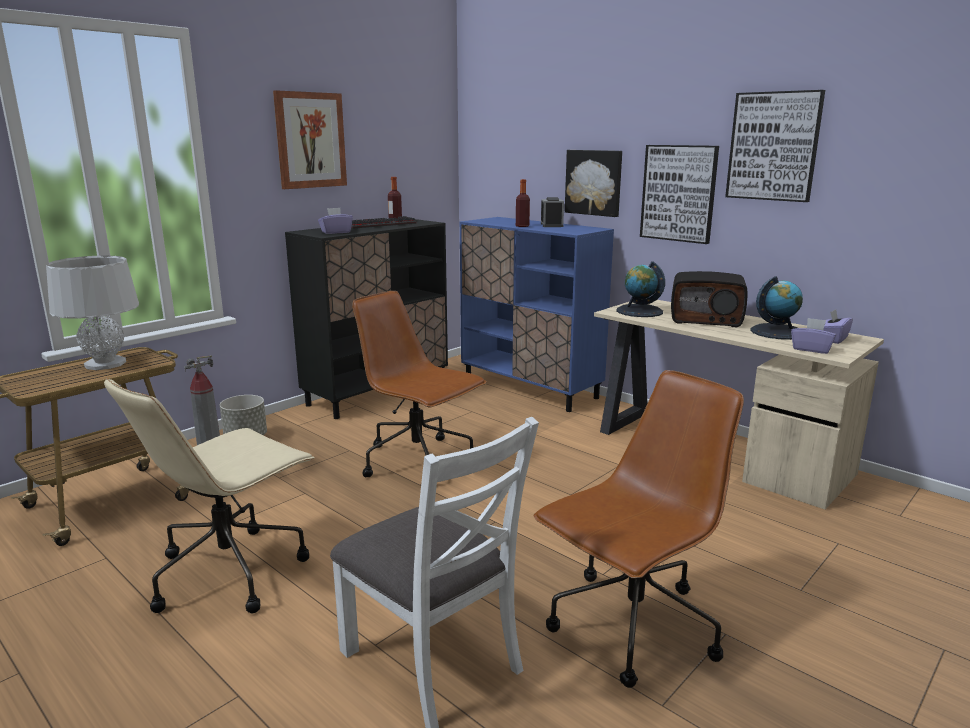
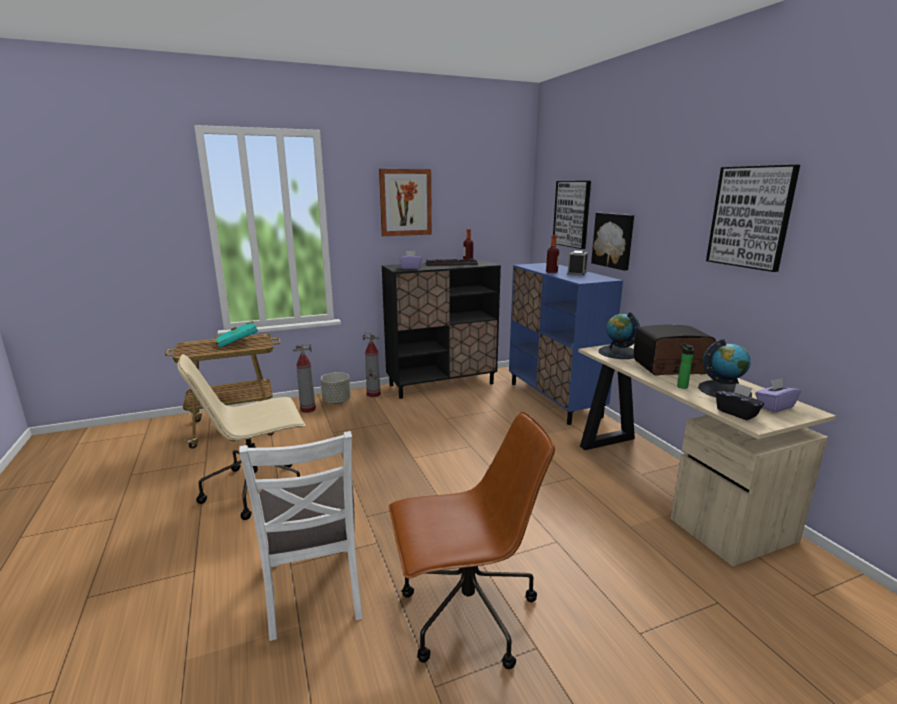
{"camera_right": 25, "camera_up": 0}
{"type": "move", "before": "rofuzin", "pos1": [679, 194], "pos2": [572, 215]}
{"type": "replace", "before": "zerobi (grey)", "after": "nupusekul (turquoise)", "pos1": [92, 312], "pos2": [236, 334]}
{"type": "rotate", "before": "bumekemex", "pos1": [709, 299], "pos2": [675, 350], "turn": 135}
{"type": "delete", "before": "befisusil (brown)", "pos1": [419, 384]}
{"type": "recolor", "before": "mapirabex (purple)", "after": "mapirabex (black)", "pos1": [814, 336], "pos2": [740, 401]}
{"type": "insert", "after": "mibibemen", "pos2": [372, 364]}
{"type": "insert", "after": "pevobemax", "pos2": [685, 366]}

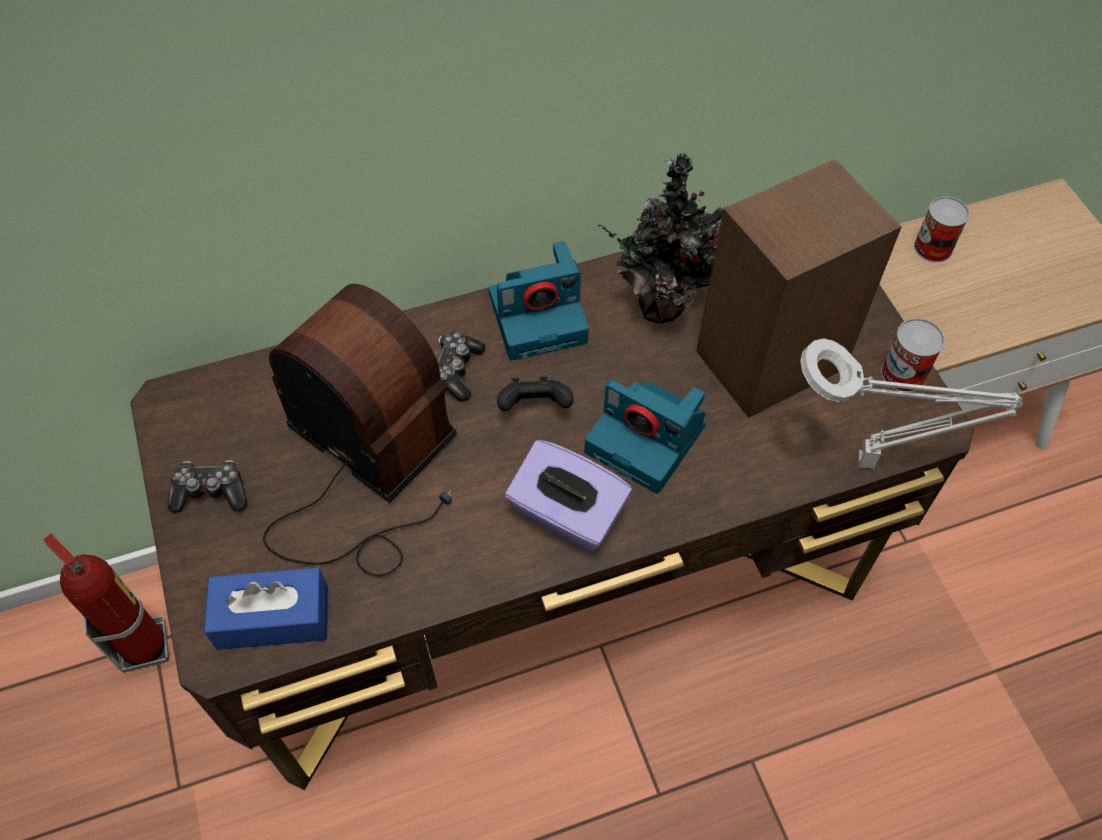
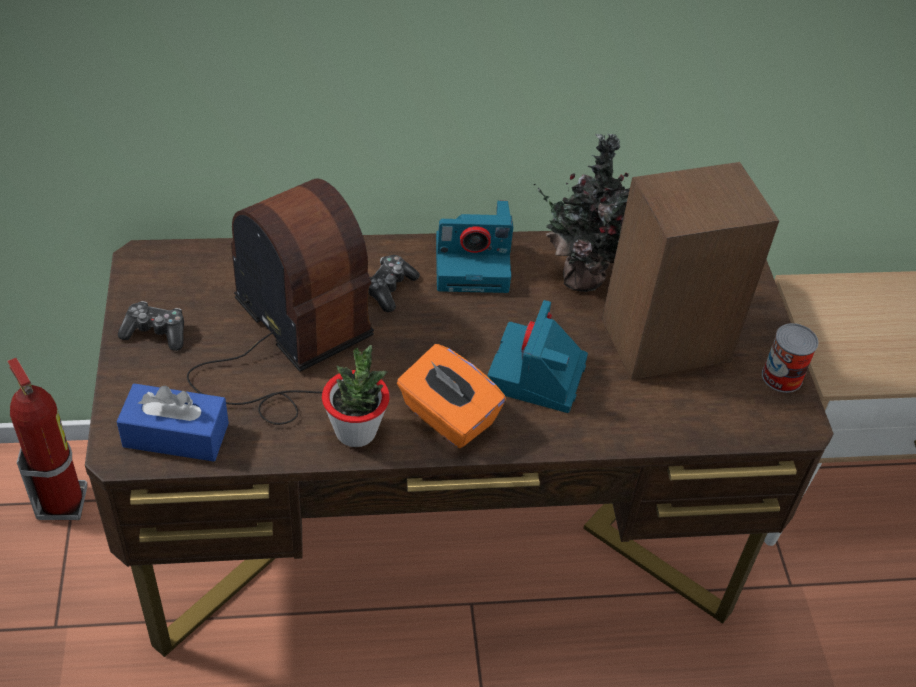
{"camera_right": 10, "camera_up": -10}
{"type": "delete", "before": "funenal", "pos1": [942, 229]}
{"type": "delete", "before": "zerobi (grey)", "pos1": [911, 403]}
{"type": "delete", "before": "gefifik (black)", "pos1": [535, 394]}
{"type": "rotate", "before": "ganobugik", "pos1": [645, 437], "pos2": [538, 356], "turn": 60}
{"type": "recolor", "before": "mapirabex (purple)", "after": "mapirabex (orange)", "pos1": [568, 496], "pos2": [451, 396]}
{"type": "insert", "after": "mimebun", "pos2": [355, 396]}

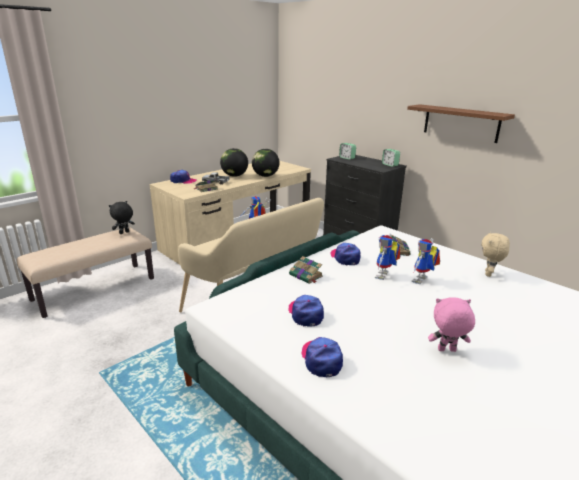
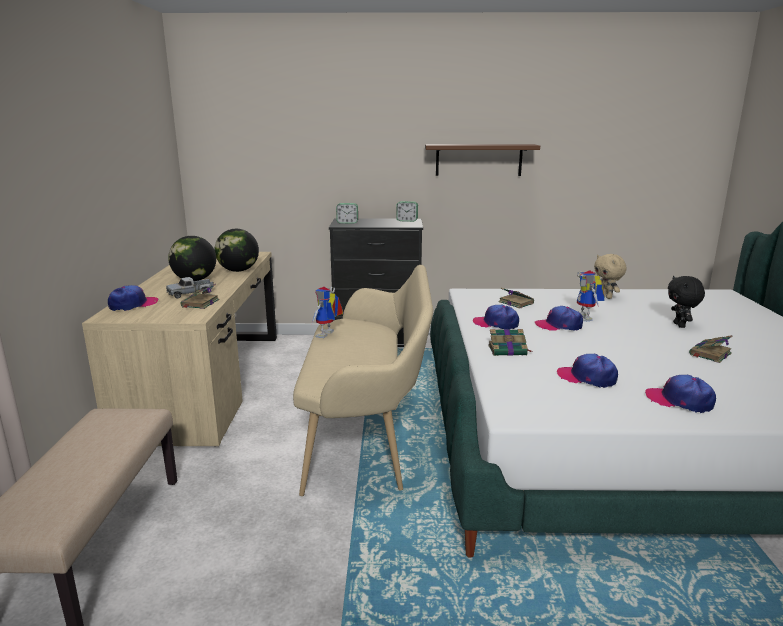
{"camera_right": -45, "camera_up": -5}
{"type": "move", "before": "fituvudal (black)", "pos1": [122, 217], "pos2": [686, 302]}
{"type": "replace", "before": "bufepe", "after": "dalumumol", "pos1": [387, 257], "pos2": [559, 318]}
{"type": "replace", "before": "fituvudal (pink)", "after": "nupusekul", "pos1": [451, 324], "pos2": [710, 349]}

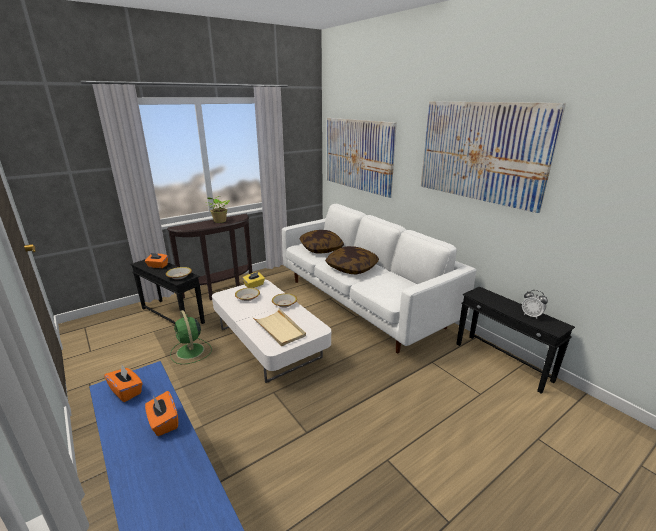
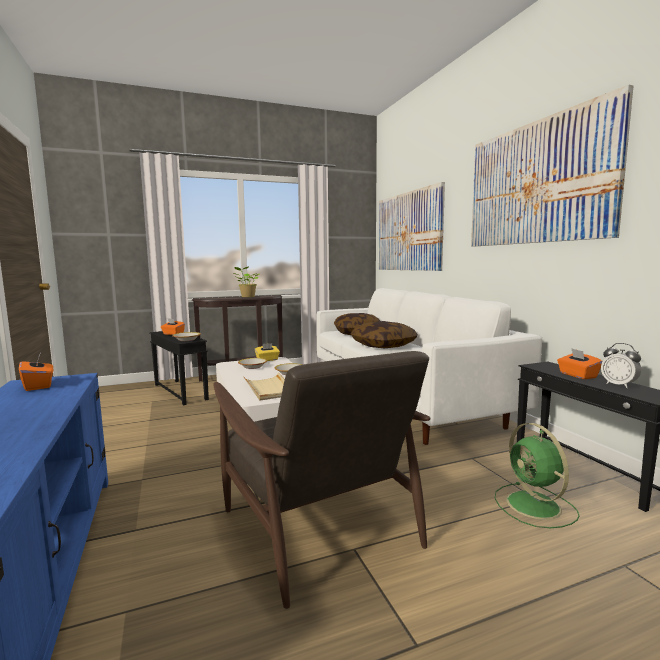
{"camera_right": 15, "camera_up": -15}
{"type": "move", "before": "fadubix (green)", "pos1": [191, 337], "pos2": [537, 475]}
{"type": "move", "before": "mapirabex (orange)", "pos1": [161, 413], "pos2": [580, 363]}
{"type": "insert", "after": "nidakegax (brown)", "pos2": [322, 480]}

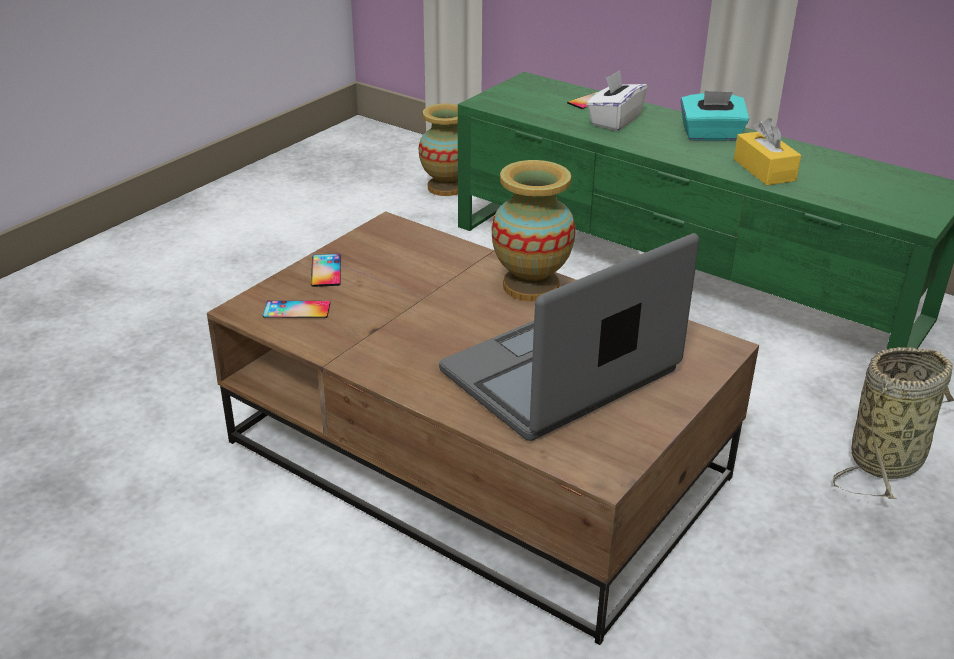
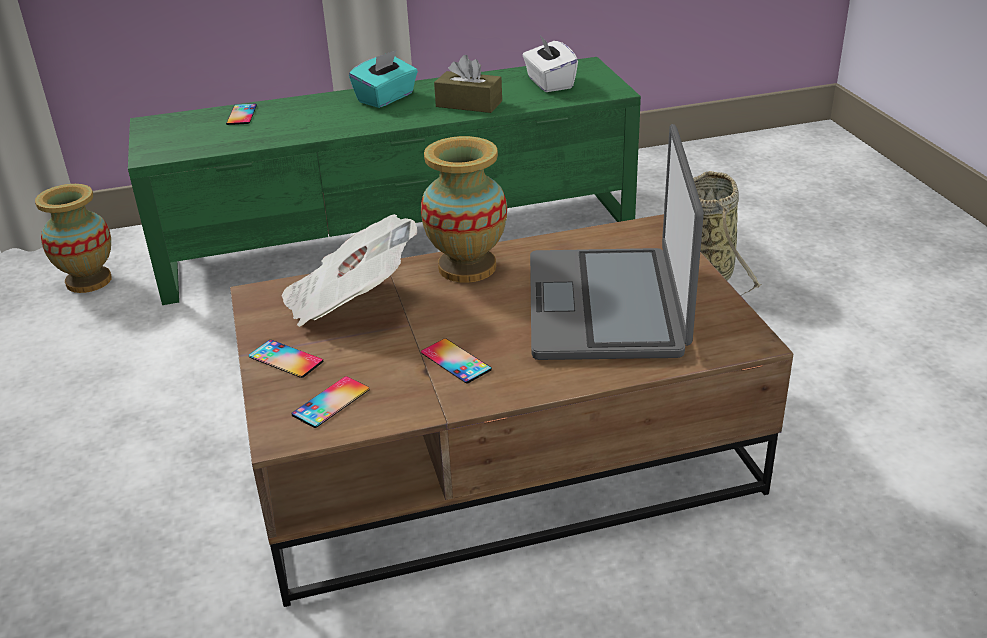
{"camera_right": -50, "camera_up": 0}
{"type": "move", "before": "mapirabex (white)", "pos1": [616, 100], "pos2": [550, 63]}
{"type": "recolor", "before": "mapirabex (yellow)", "after": "mapirabex (brown)", "pos1": [767, 152], "pos2": [468, 84]}
{"type": "insert", "after": "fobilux", "pos2": [349, 270]}
{"type": "insert", "after": "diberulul", "pos2": [456, 360]}

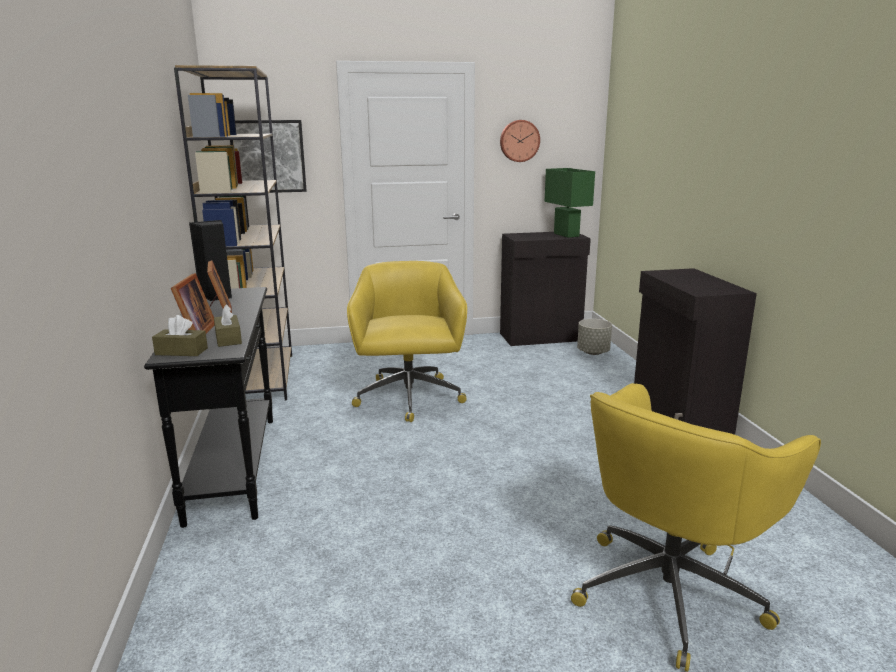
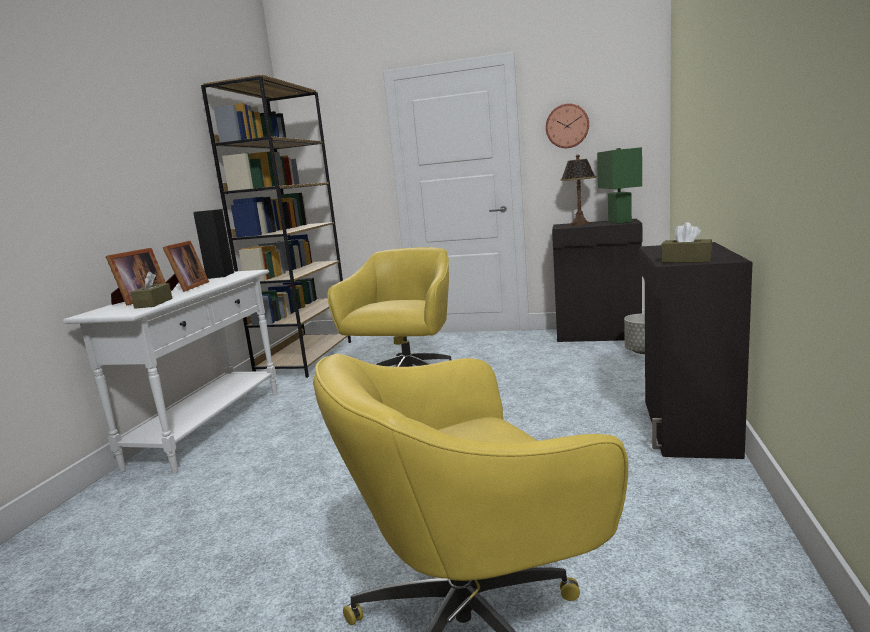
{"camera_right": 25, "camera_up": -5}
{"type": "delete", "before": "rofuzin", "pos1": [268, 156]}
{"type": "recolor", "before": "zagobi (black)", "after": "zagobi (white)", "pos1": [208, 407], "pos2": [170, 372]}
{"type": "move", "before": "mapirabex (brown)", "pos1": [180, 335], "pos2": [686, 242]}
{"type": "insert", "after": "zerobi", "pos2": [578, 190]}

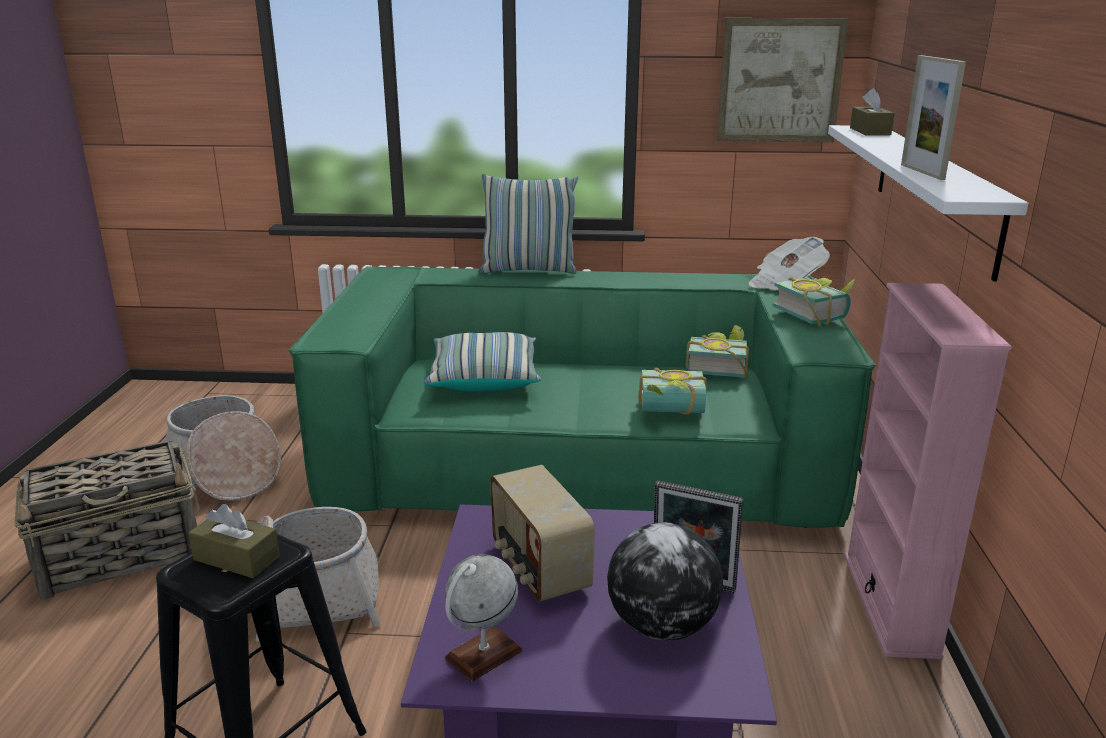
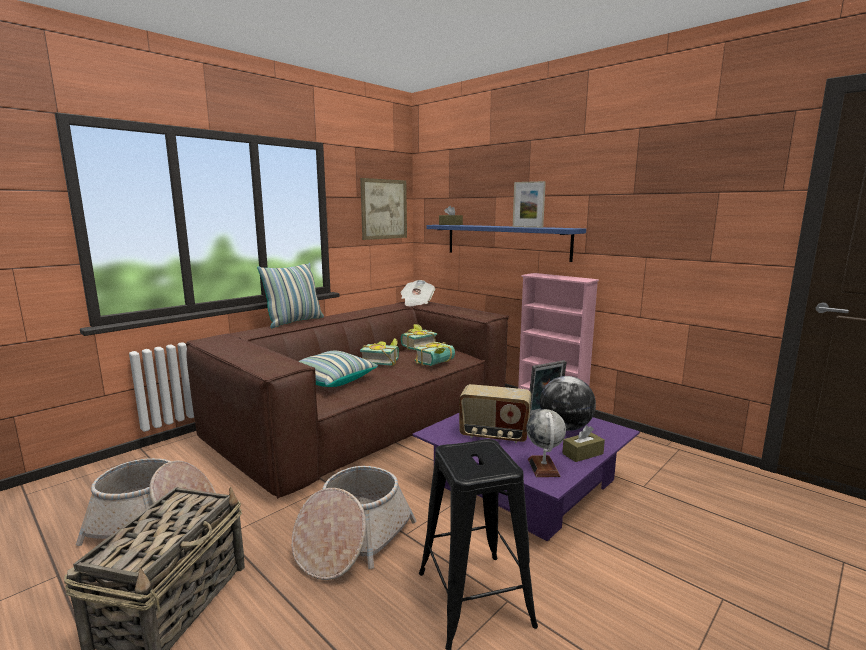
{"camera_right": -50, "camera_up": -10}
{"type": "recolor", "before": "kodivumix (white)", "after": "kodivumix (blue)", "pos1": [928, 203], "pos2": [506, 243]}
{"type": "recolor", "before": "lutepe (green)", "after": "lutepe (brown)", "pos1": [582, 397], "pos2": [347, 400]}
{"type": "move", "before": "nupusekul", "pos1": [814, 301], "pos2": [379, 352]}
{"type": "move", "before": "mapirabex (brown)", "pos1": [234, 541], "pos2": [583, 443]}

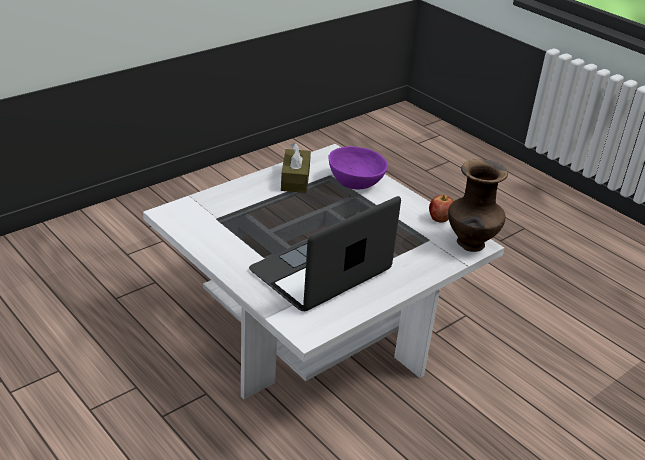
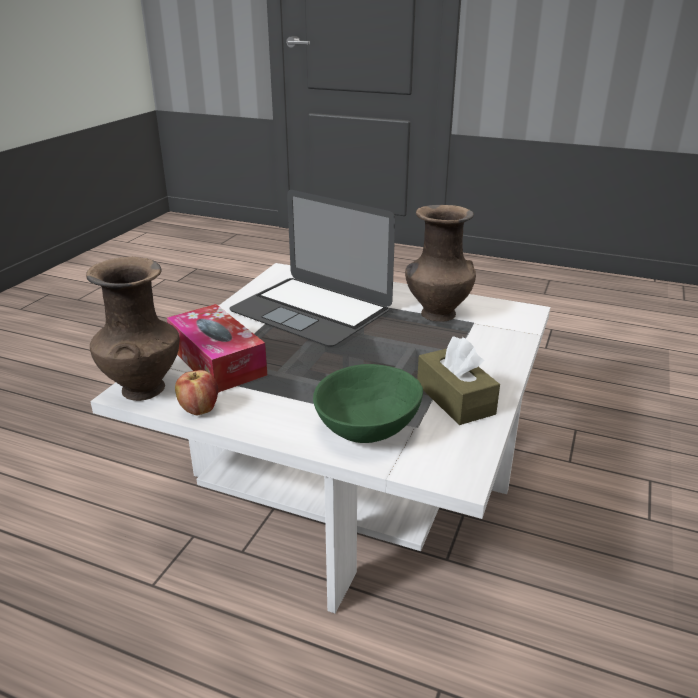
{"camera_right": 155, "camera_up": -5}
{"type": "recolor", "before": "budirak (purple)", "after": "budirak (green)", "pos1": [358, 167], "pos2": [368, 403]}
{"type": "rotate", "before": "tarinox", "pos1": [325, 253], "pos2": [312, 268], "turn": 105}
{"type": "insert", "after": "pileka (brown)", "pos2": [440, 263]}
{"type": "insert", "after": "mapirabex", "pos2": [217, 348]}

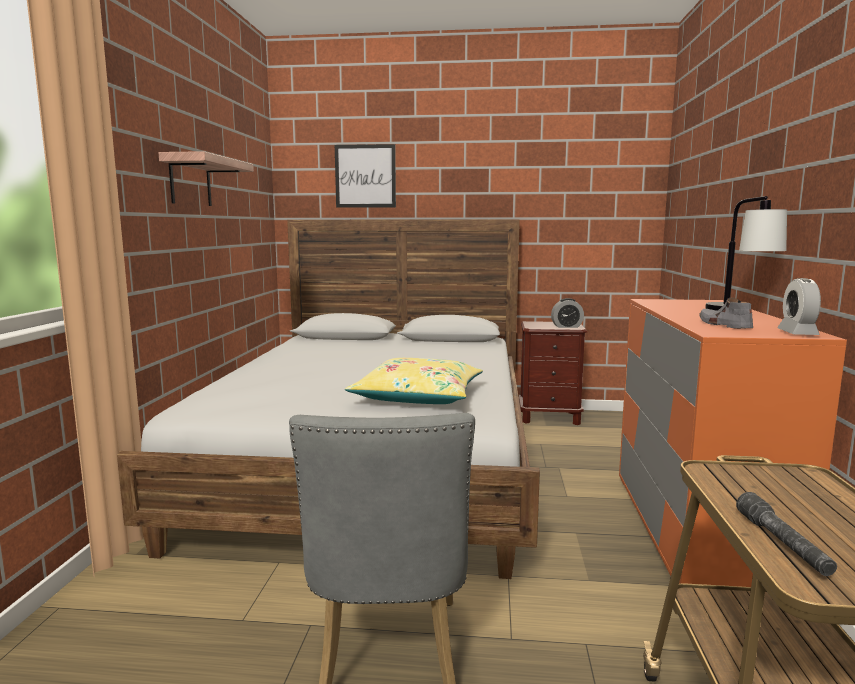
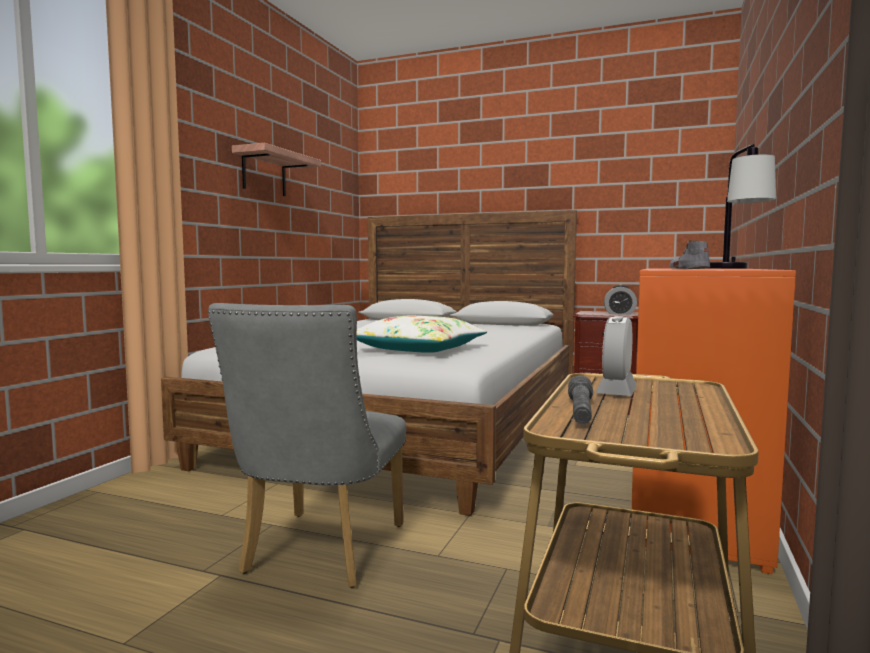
{"camera_right": 15, "camera_up": -5}
{"type": "delete", "before": "rofuzin", "pos1": [365, 176]}
{"type": "move", "before": "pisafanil", "pos1": [799, 306], "pos2": [616, 356]}
{"type": "recolor", "before": "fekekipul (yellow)", "after": "fekekipul (white)", "pos1": [414, 381], "pos2": [422, 334]}

